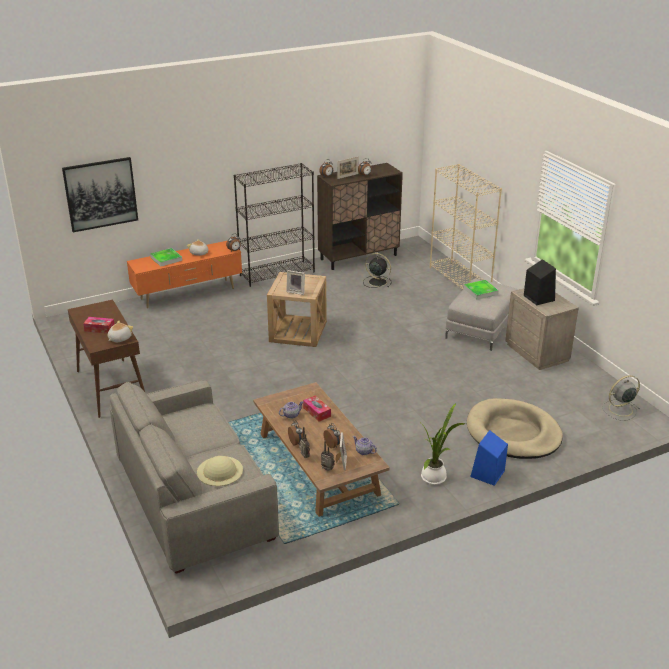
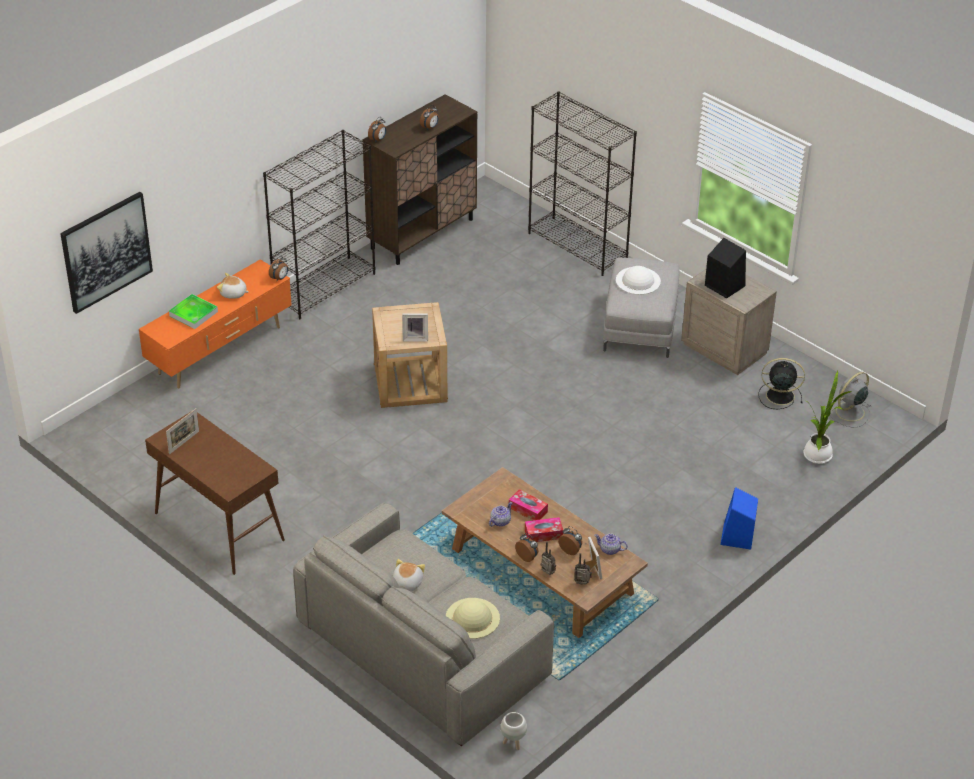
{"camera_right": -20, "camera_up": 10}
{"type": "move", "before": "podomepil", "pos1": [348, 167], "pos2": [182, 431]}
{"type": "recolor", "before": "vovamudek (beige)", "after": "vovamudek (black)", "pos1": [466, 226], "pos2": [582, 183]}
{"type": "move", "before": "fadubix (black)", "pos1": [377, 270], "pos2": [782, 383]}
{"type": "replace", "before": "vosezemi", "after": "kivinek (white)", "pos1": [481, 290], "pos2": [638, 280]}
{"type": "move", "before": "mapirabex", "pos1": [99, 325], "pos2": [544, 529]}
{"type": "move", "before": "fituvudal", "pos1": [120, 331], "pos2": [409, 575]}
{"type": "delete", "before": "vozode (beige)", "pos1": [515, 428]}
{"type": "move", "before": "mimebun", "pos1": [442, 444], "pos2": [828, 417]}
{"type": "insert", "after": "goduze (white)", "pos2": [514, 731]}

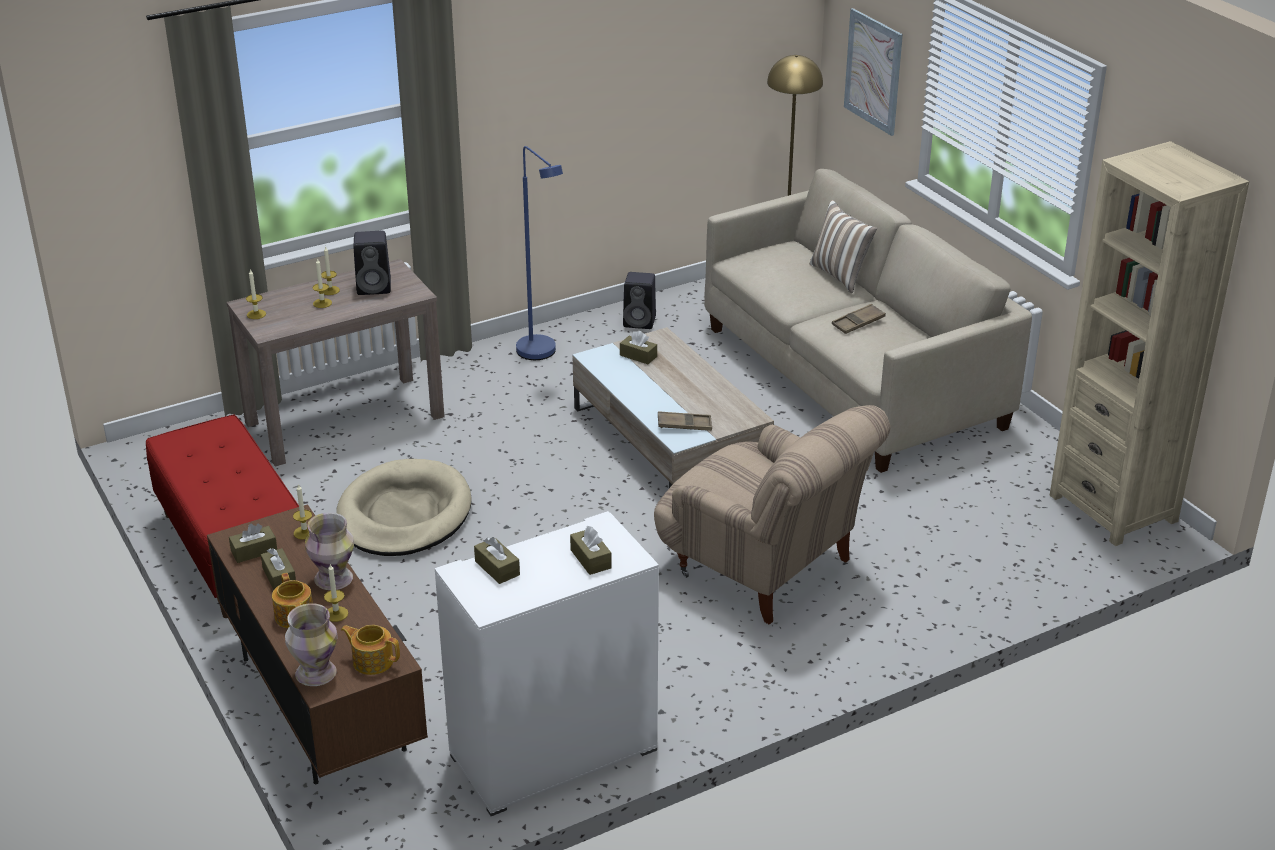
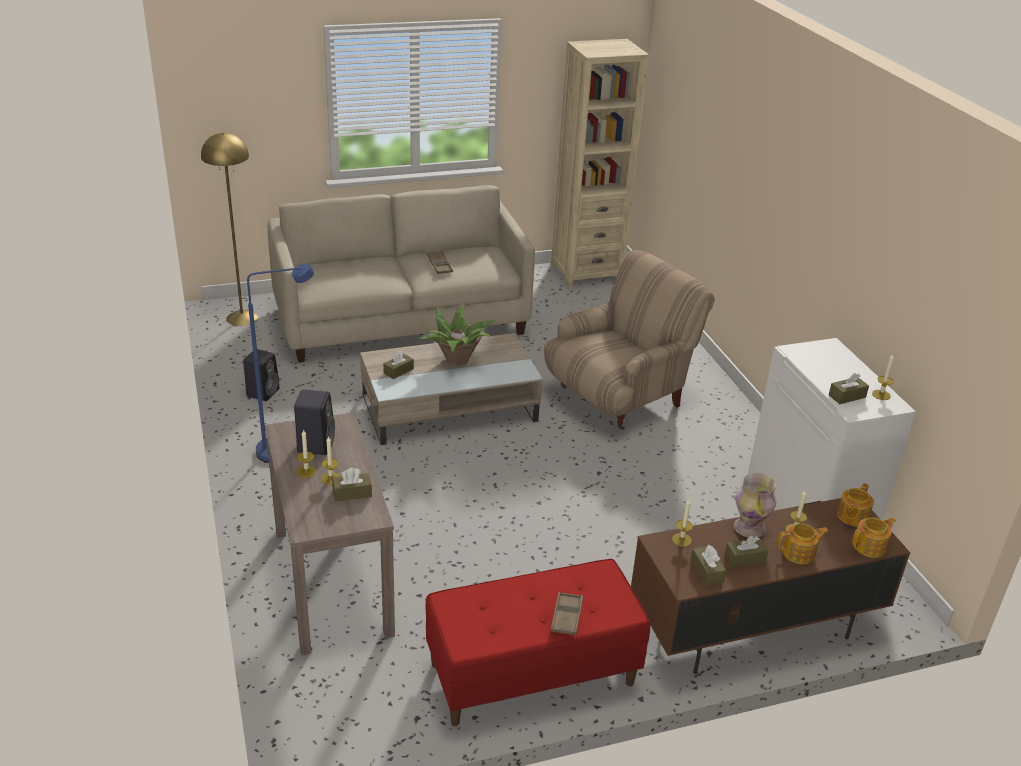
{"camera_right": -80, "camera_up": 0}
{"type": "delete", "before": "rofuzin", "pos1": [873, 72]}
{"type": "delete", "before": "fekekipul", "pos1": [843, 246]}
{"type": "move", "before": "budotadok", "pos1": [256, 294], "pos2": [883, 377]}
{"type": "move", "before": "vosezemi (brown)", "pos1": [685, 421], "pos2": [567, 613]}
{"type": "delete", "before": "vozode (beige)", "pos1": [404, 507]}
{"type": "move", "before": "mapirabex (brown)", "pos1": [591, 550], "pos2": [352, 485]}
{"type": "replace", "before": "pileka", "after": "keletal", "pos1": [311, 644], "pos2": [874, 537]}
{"type": "insert", "after": "mimebun", "pos2": [456, 335]}

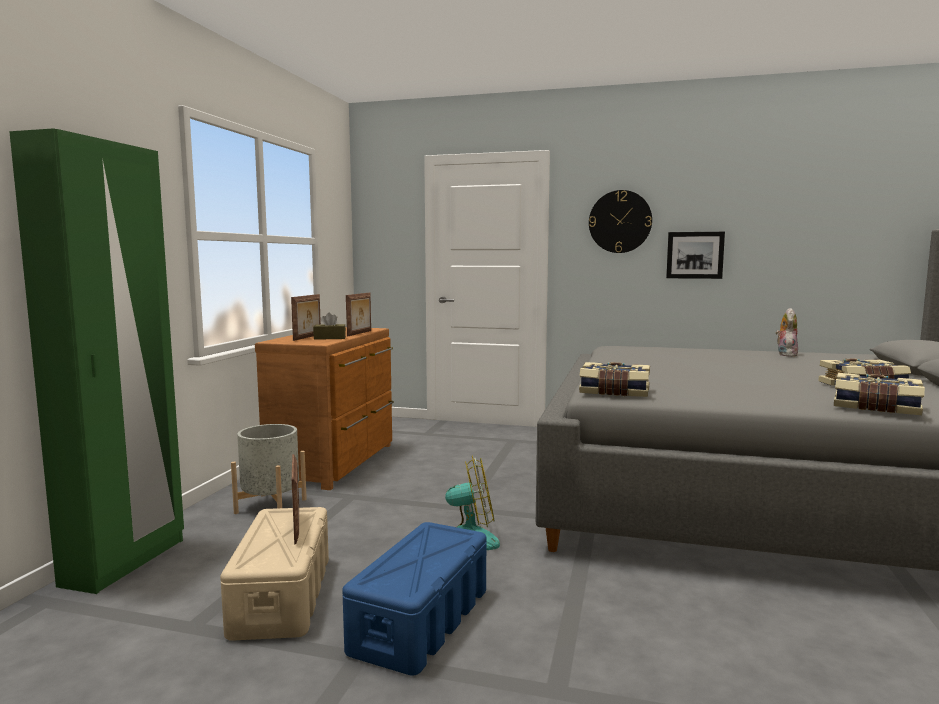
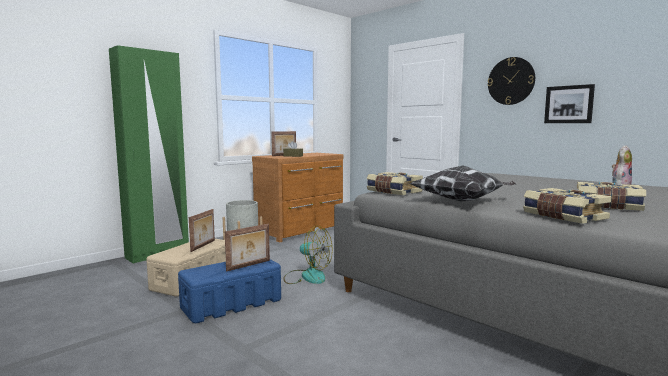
{"camera_right": 30, "camera_up": 0}
{"type": "move", "before": "podomepil", "pos1": [358, 314], "pos2": [247, 247]}
{"type": "insert", "after": "fekekipul", "pos2": [463, 183]}

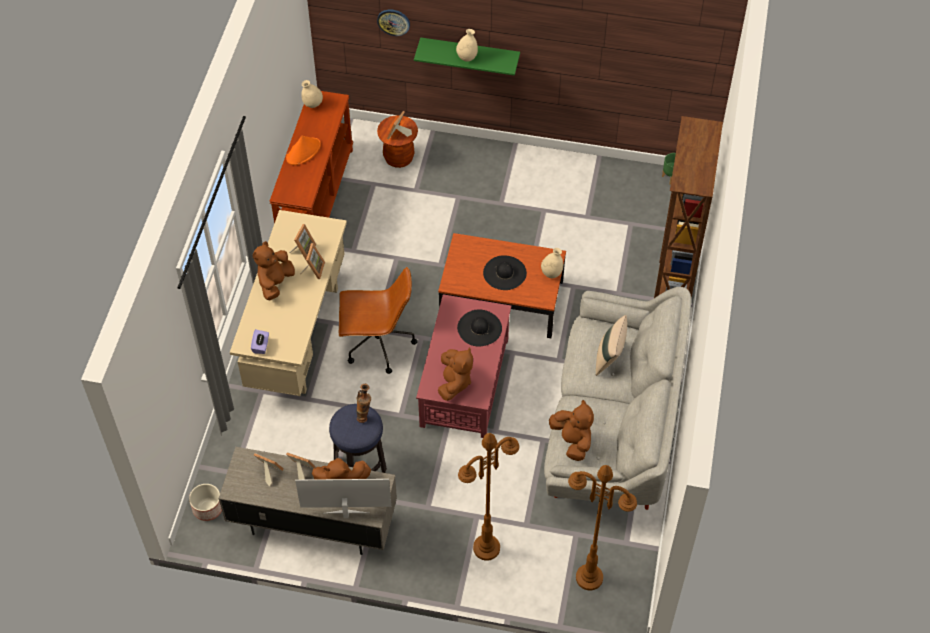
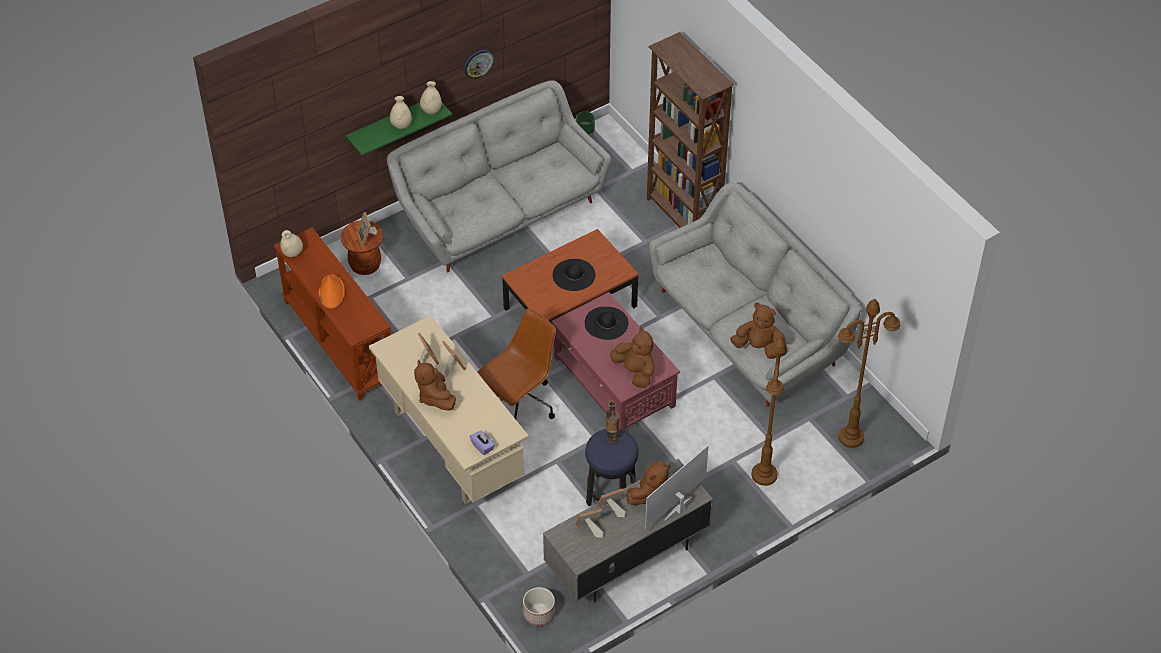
{"camera_right": -45, "camera_up": -5}
{"type": "move", "before": "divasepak", "pos1": [393, 23], "pos2": [479, 64]}
{"type": "move", "before": "pileka (beige)", "pos1": [552, 263], "pos2": [431, 98]}
{"type": "delete", "before": "fekekipul (beige)", "pos1": [611, 345]}
{"type": "insert", "after": "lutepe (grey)", "pos2": [499, 176]}

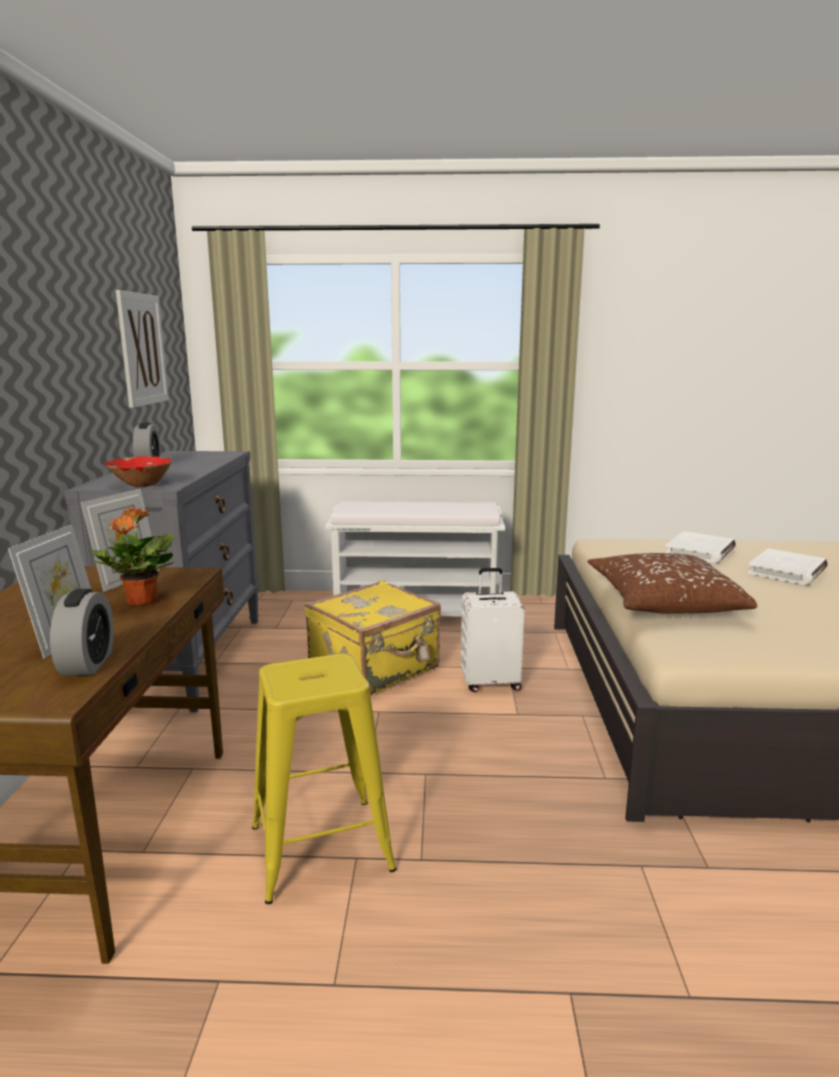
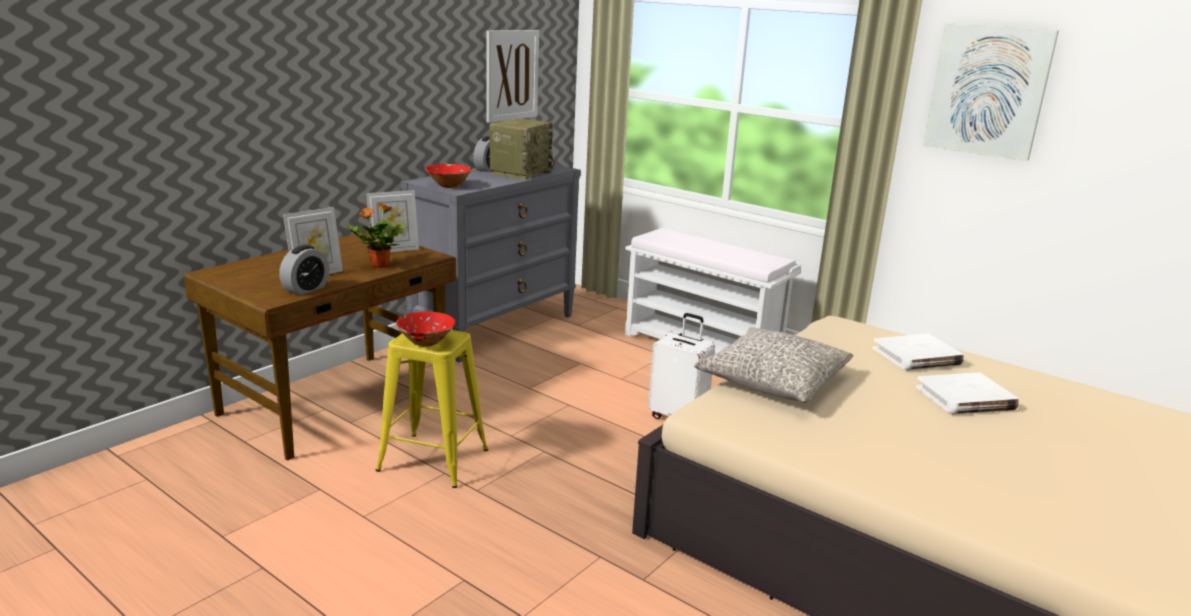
{"camera_right": 35, "camera_up": 5}
{"type": "recolor", "before": "fekekipul (brown)", "after": "fekekipul (grey)", "pos1": [672, 583], "pos2": [773, 365]}
{"type": "delete", "before": "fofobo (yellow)", "pos1": [372, 637]}
{"type": "insert", "after": "rofuzin", "pos2": [991, 92]}
{"type": "insert", "after": "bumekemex", "pos2": [521, 149]}
{"type": "insert", "after": "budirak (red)", "pos2": [425, 329]}

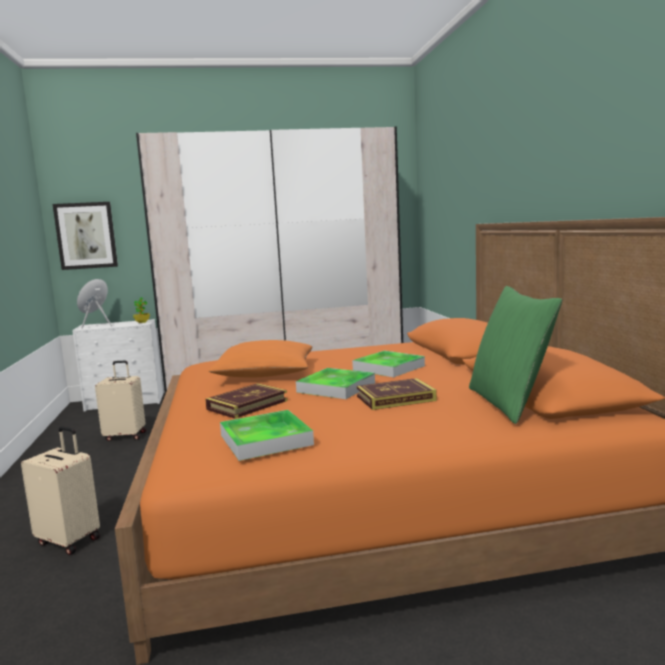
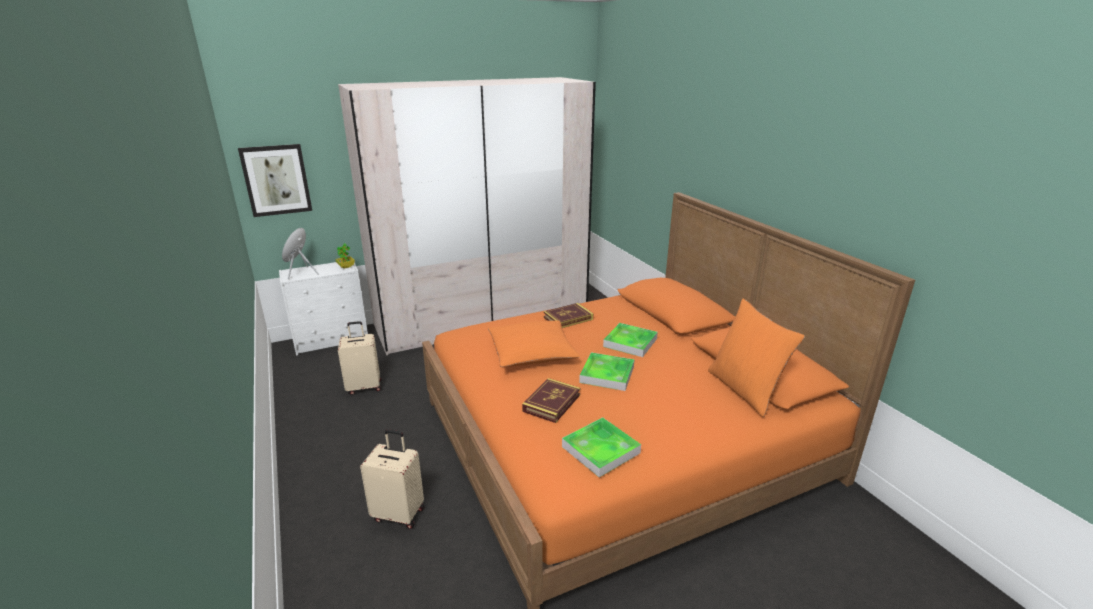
{"camera_right": -15, "camera_up": 15}
{"type": "recolor", "before": "fekekipul (green)", "after": "fekekipul (orange)", "pos1": [515, 355], "pos2": [756, 358]}
{"type": "move", "before": "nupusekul", "pos1": [397, 394], "pos2": [568, 315]}

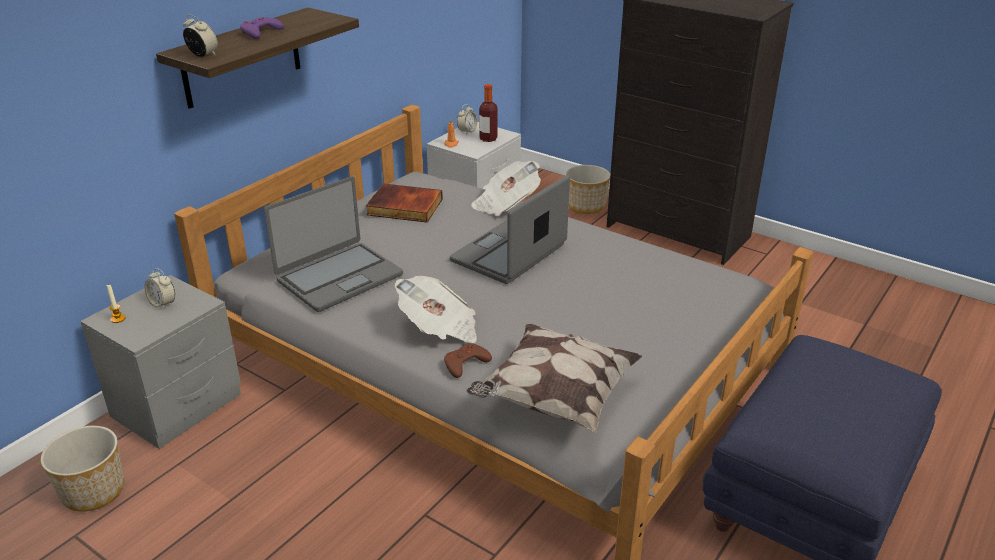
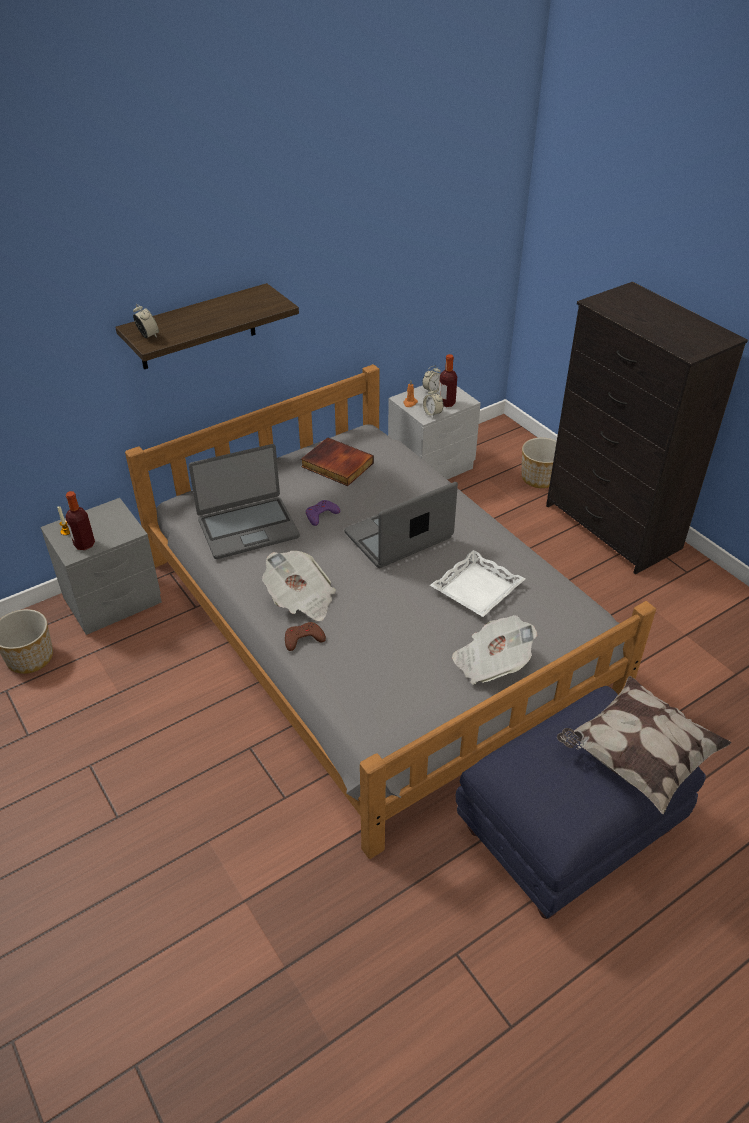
{"camera_right": 20, "camera_up": 10}
{"type": "move", "before": "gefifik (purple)", "pos1": [262, 28], "pos2": [323, 513]}
{"type": "move", "before": "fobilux", "pos1": [506, 188], "pos2": [494, 650]}
{"type": "move", "before": "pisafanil", "pos1": [159, 289], "pos2": [433, 402]}
{"type": "move", "before": "fekekipul", "pos1": [554, 378], "pos2": [644, 745]}
{"type": "insert", "after": "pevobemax", "pos2": [80, 520]}
{"type": "insert", "after": "vosezemi (white)", "pos2": [477, 583]}

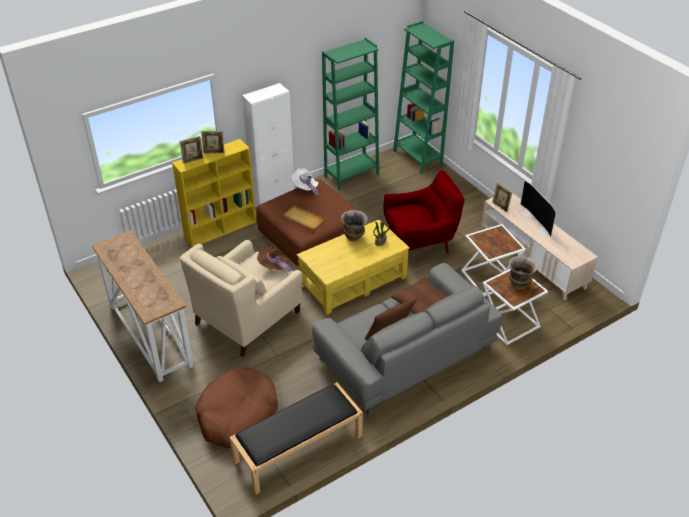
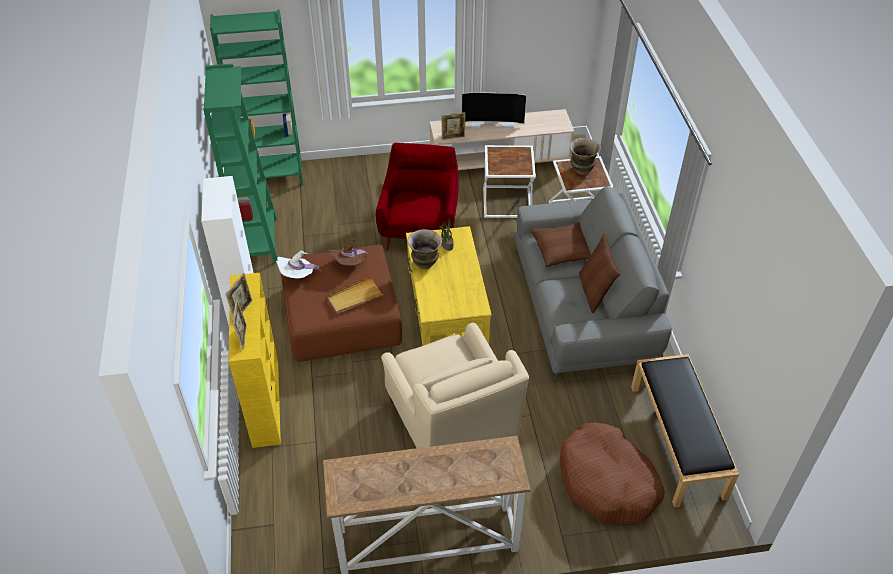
{"camera_right": -65, "camera_up": 5}
{"type": "move", "before": "kivinek (brown)", "pos1": [275, 260], "pos2": [349, 252]}

